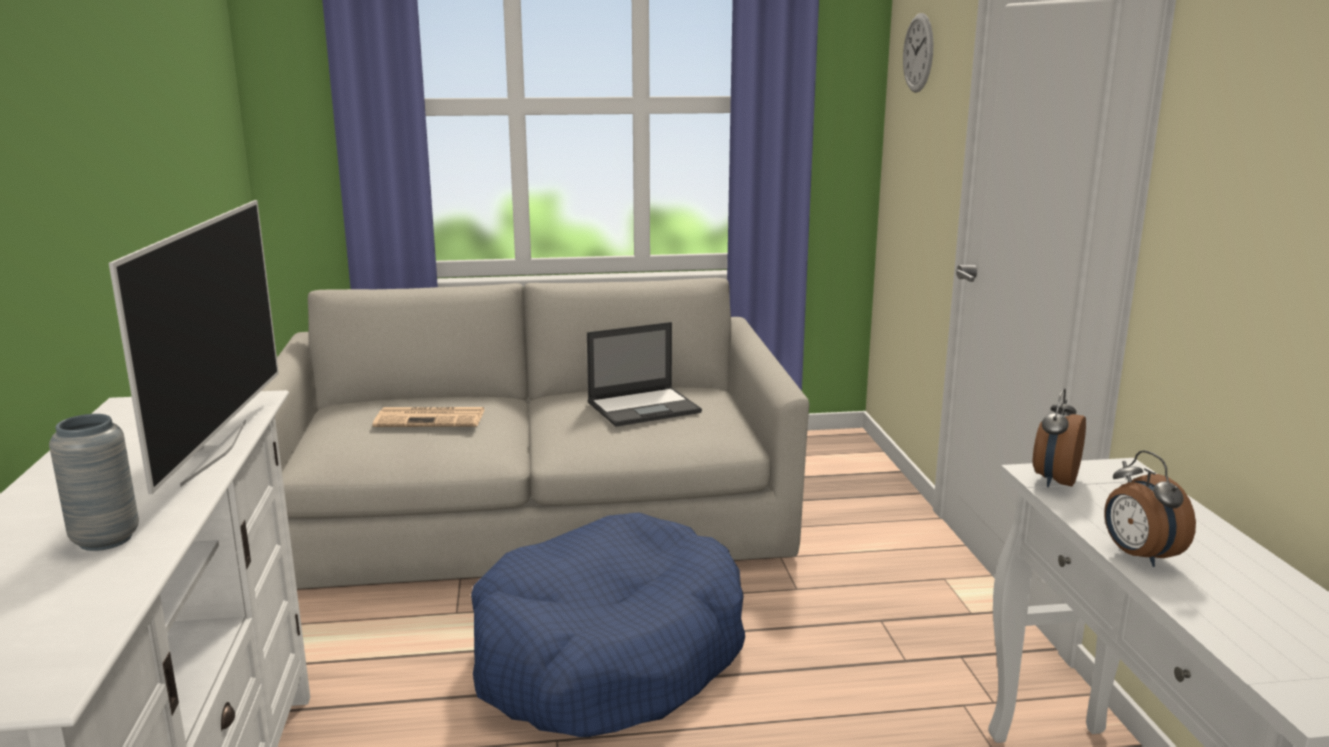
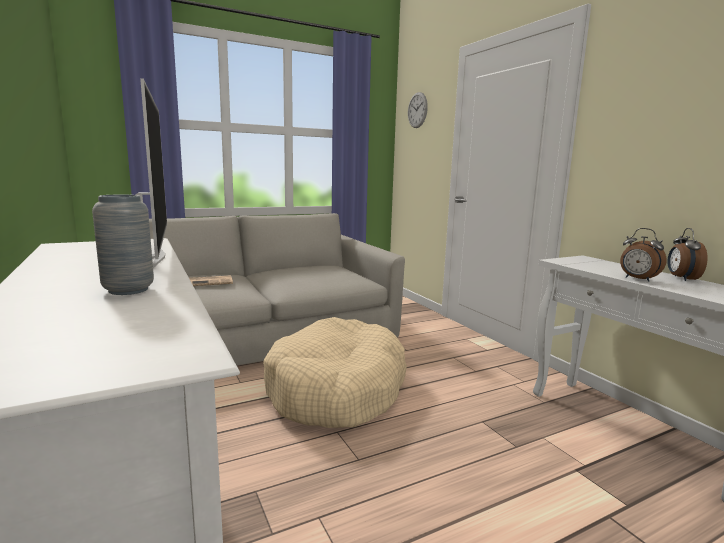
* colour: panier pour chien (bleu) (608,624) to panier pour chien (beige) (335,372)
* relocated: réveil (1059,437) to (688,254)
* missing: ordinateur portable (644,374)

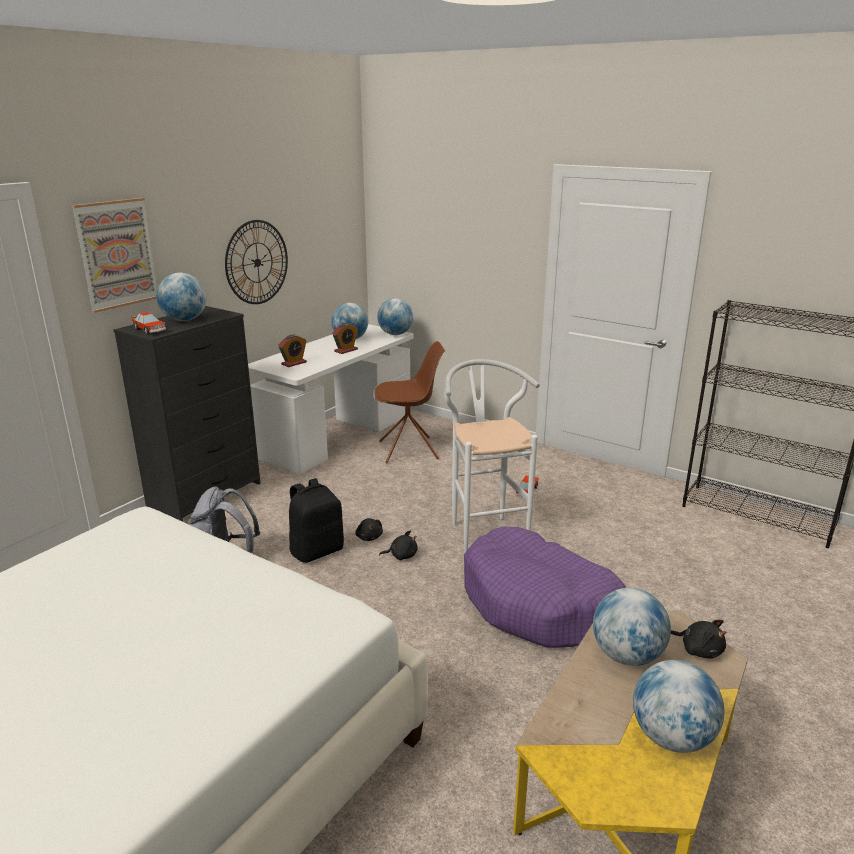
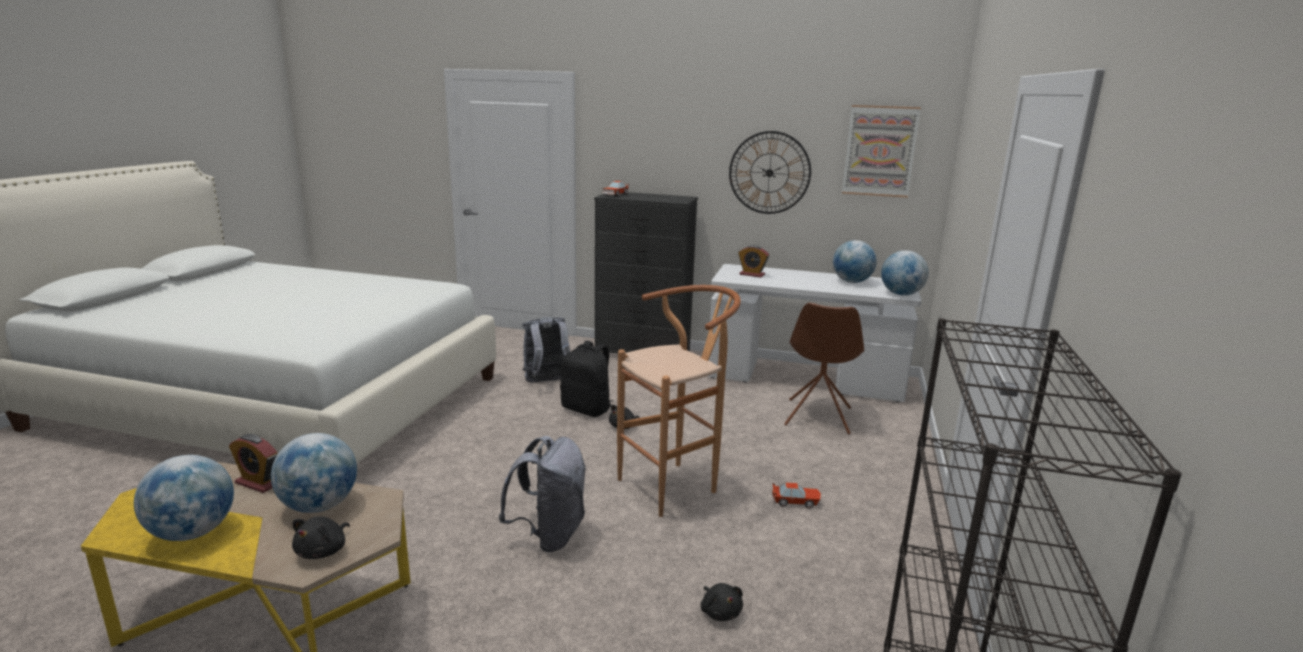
* relocated: réveil (345,338) to (253,463)
* exchanged: panier pour chien (violet) (545,587) to sac à dos (gris) (542,494)
* colour: tabouret (blanc) (492,456) to tabouret (marron) (679,401)
* relocated: peluche (noir) (398,545) to (722,602)
* spun: chaise (marron) (410,402) = (824,369) 45 degrees clockwise
* relocated: tableau (114,255) to (881,151)
* missing: globe (181,297)

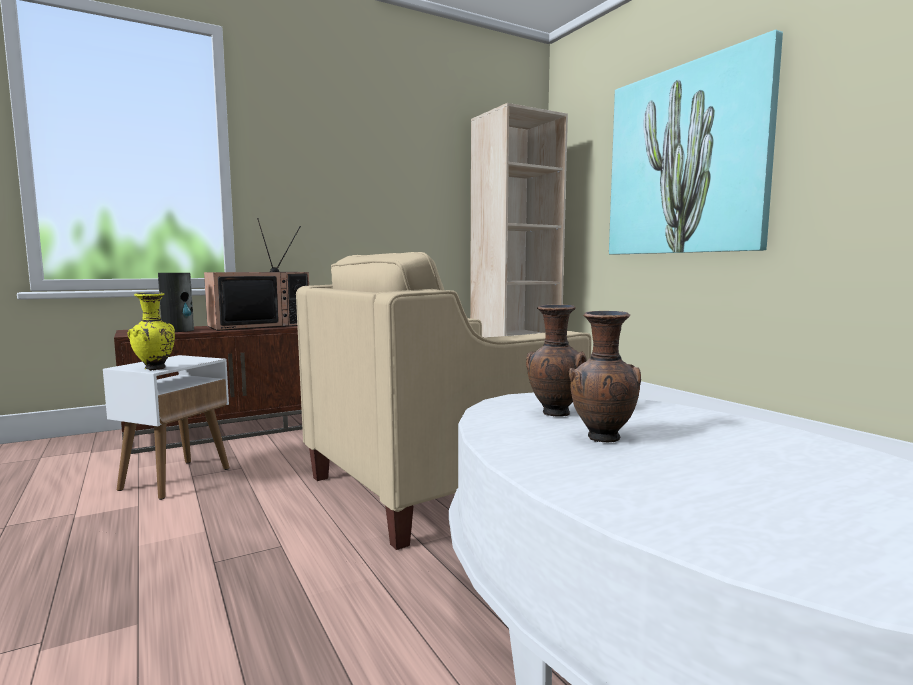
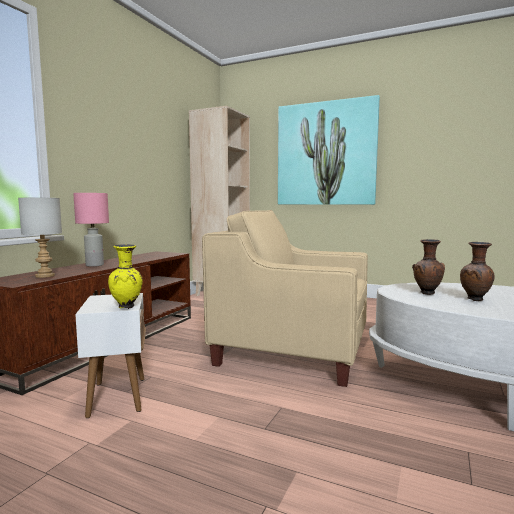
* exchanged: vase (176,302) to lampe de table (gris) (40,238)
* exchanged: téléviseur (256,274) to lampe de table (rose) (91,230)
* spun: fauteuil (beige) (443,401) = (285,298) 90 degrees clockwise

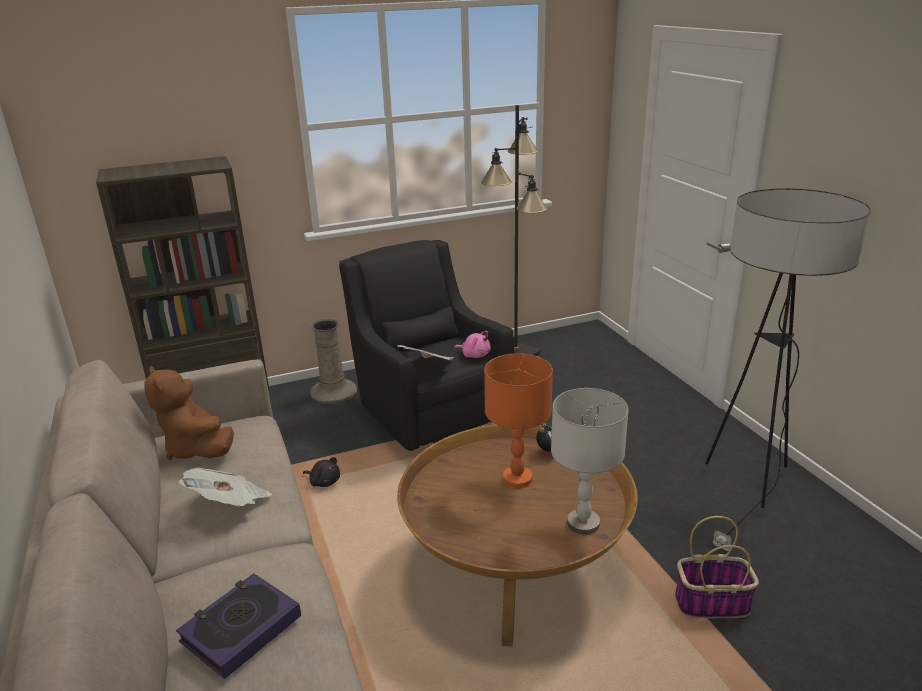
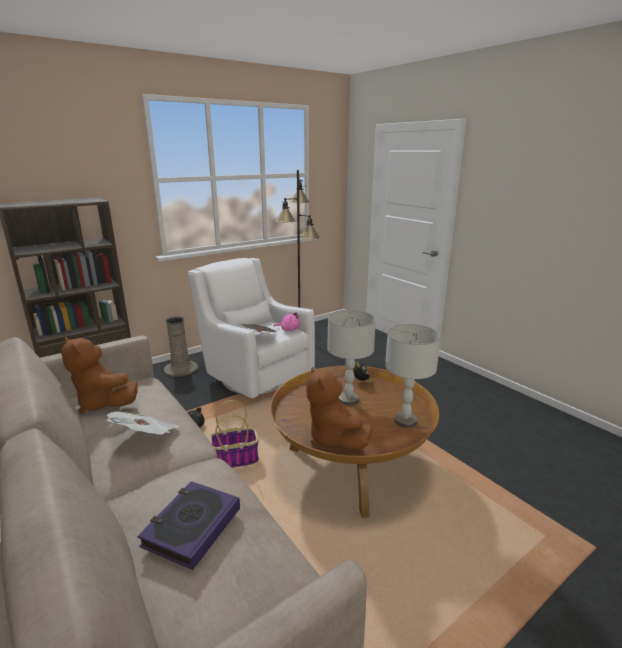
* colour: fauteuil (noir) (426,345) to fauteuil (blanc) (251,328)
* relocated: panier (717,567) to (234,434)
* appeared: peluche (marron) (339,408)
* colour: lampe de table (orange) (518,420) to lampe de table (gris) (351,357)
* missing: lampadaire (788,369)

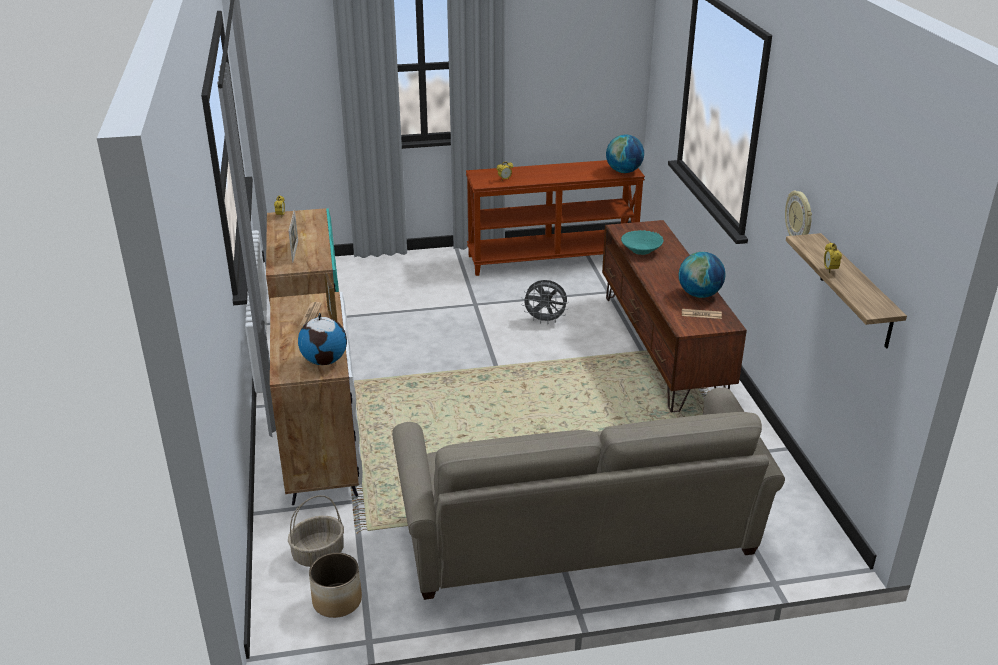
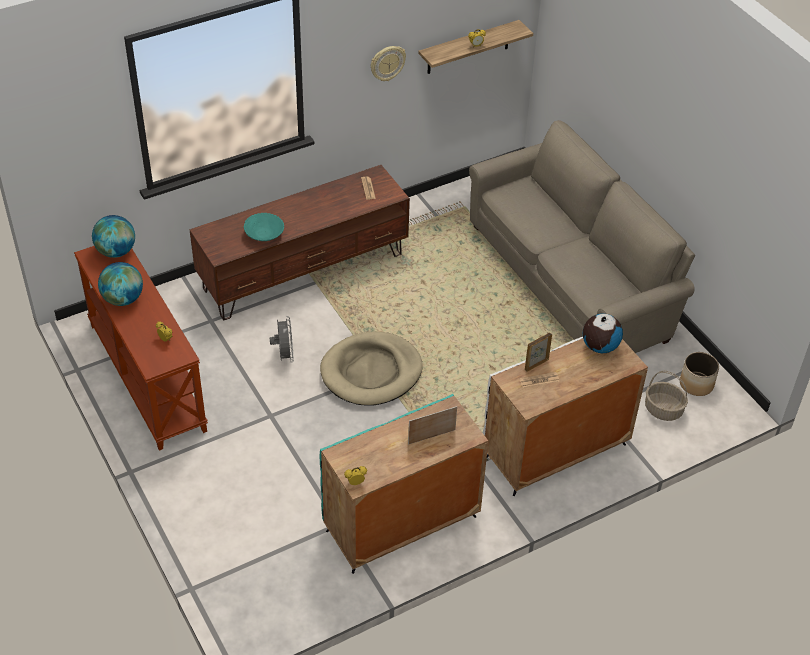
* relocated: globe (702,275) to (120,284)
* appeared: panier pour chien (beige) (371,369)

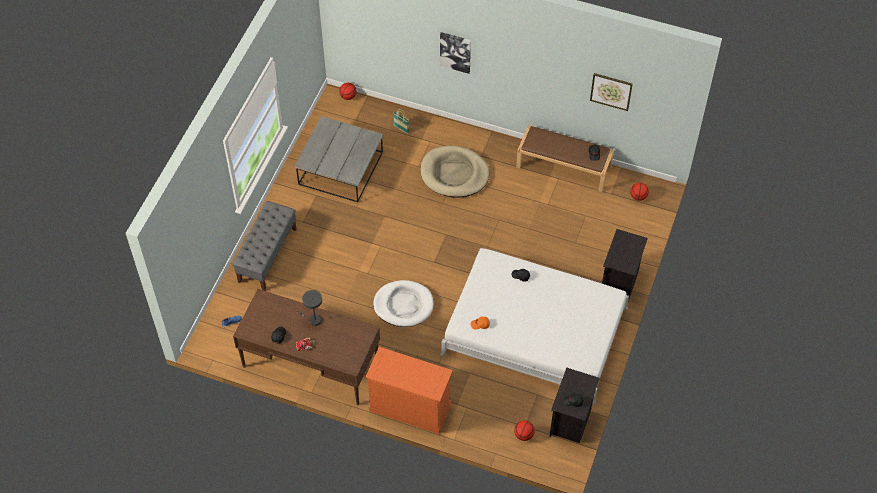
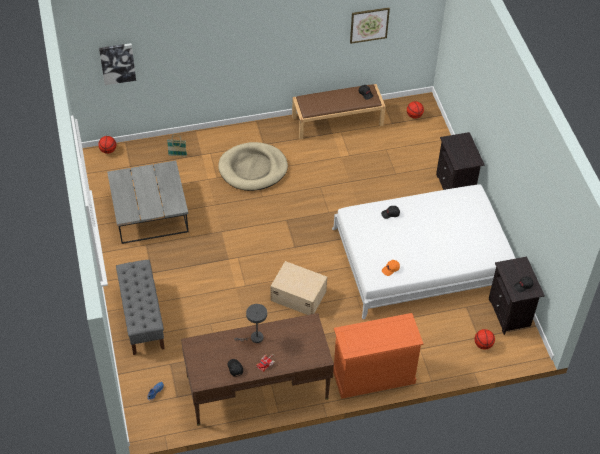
* relocated: tableau (455,53) to (117,64)
* exchanged: panier pour chien (blanc) (403,303) to boîte de rangement (beige) (298,288)

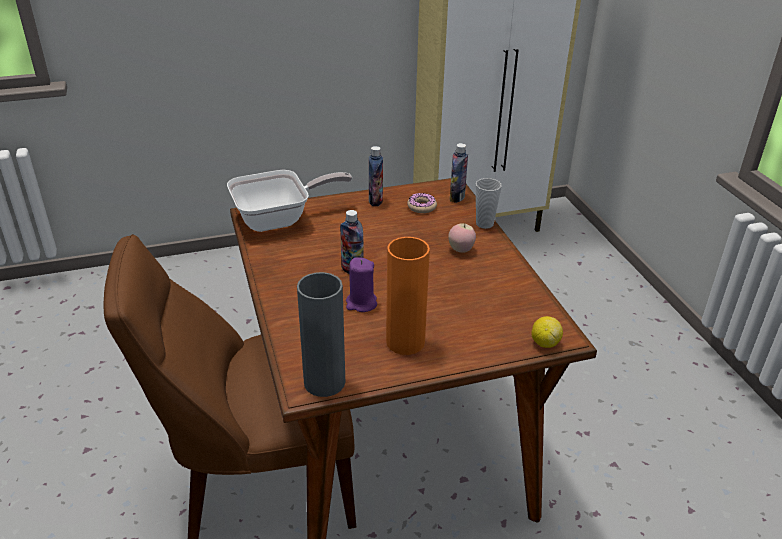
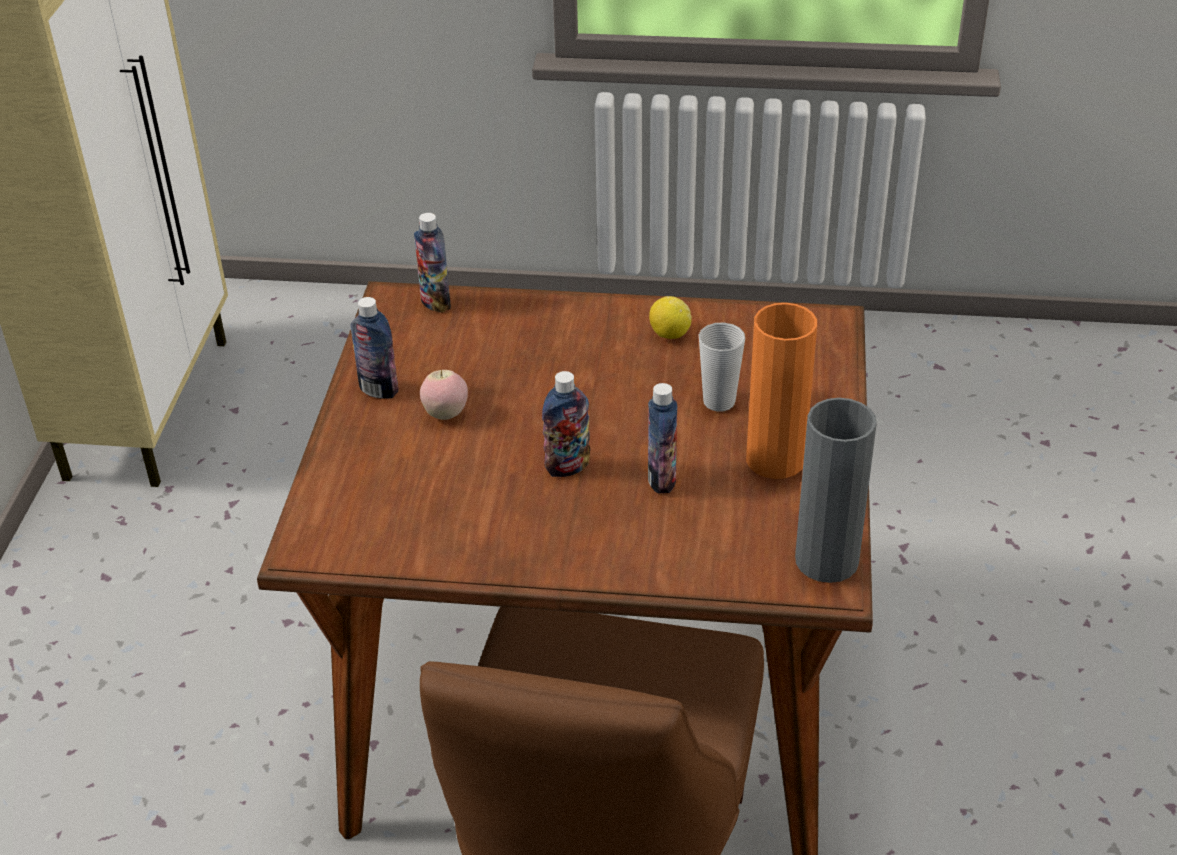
* relocated: pomme (462,238) to (444,394)
* exchanged: bougie (violet) (361,284) to bouteille (662,438)
* relocated: citron (547,332) to (670,317)
* relocated: tasse (489,203) to (722,367)
* missing: poêle (289,201)
* missing: beignet (422,203)

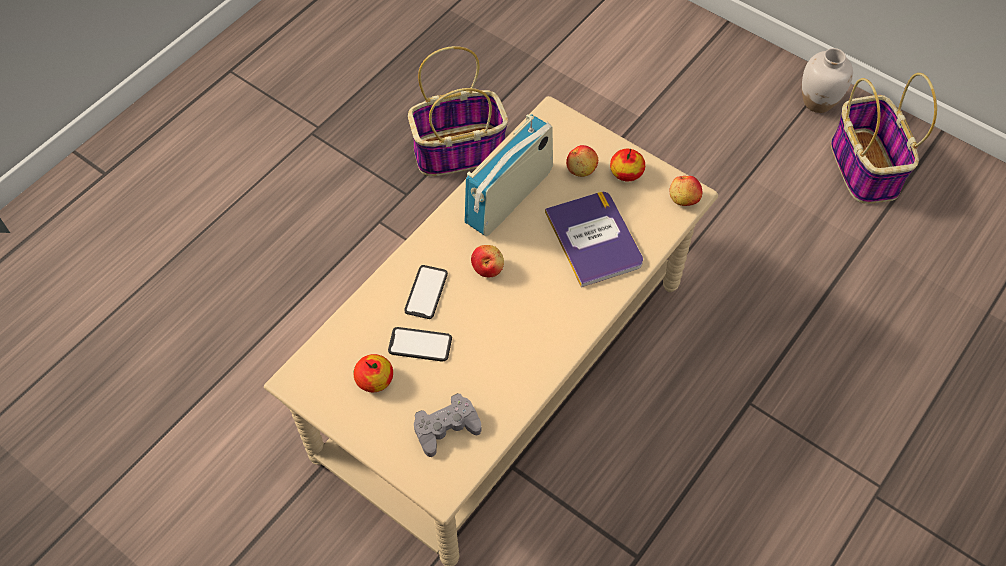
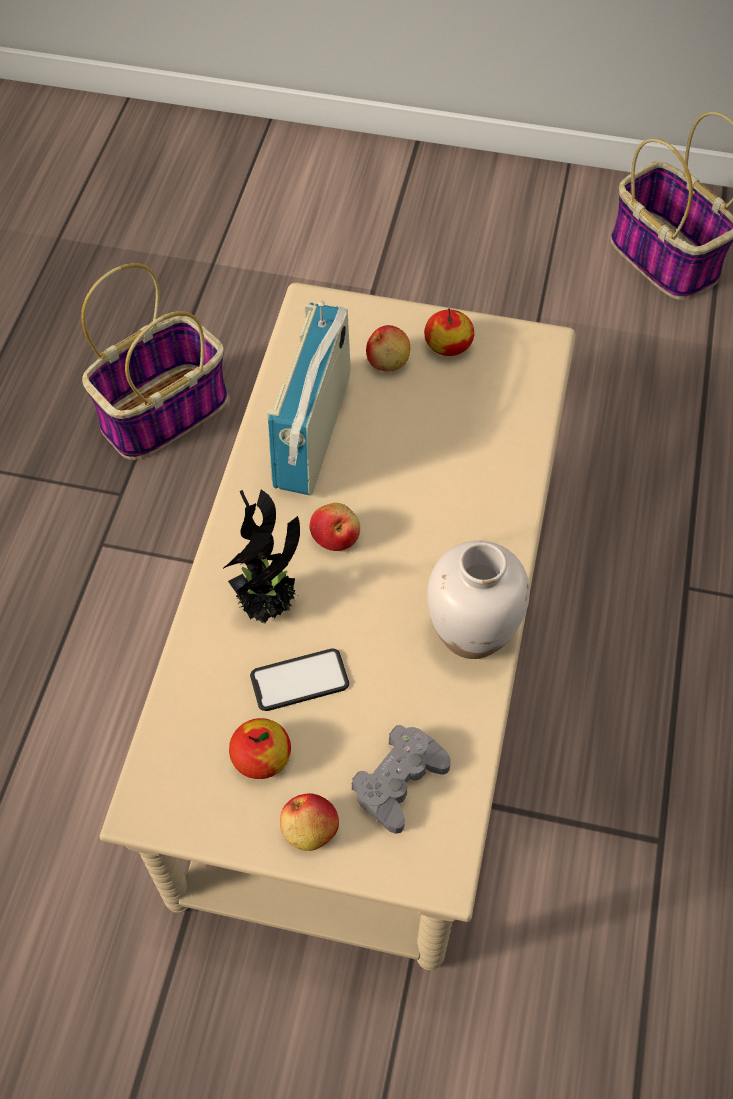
* exchanged: téléphone (426,292) to plante en pot (261,556)
* relocated: pomme (685,191) to (309,822)
* relocated: vase (blanc) (827,80) to (478,599)
* missing: livre (594,239)

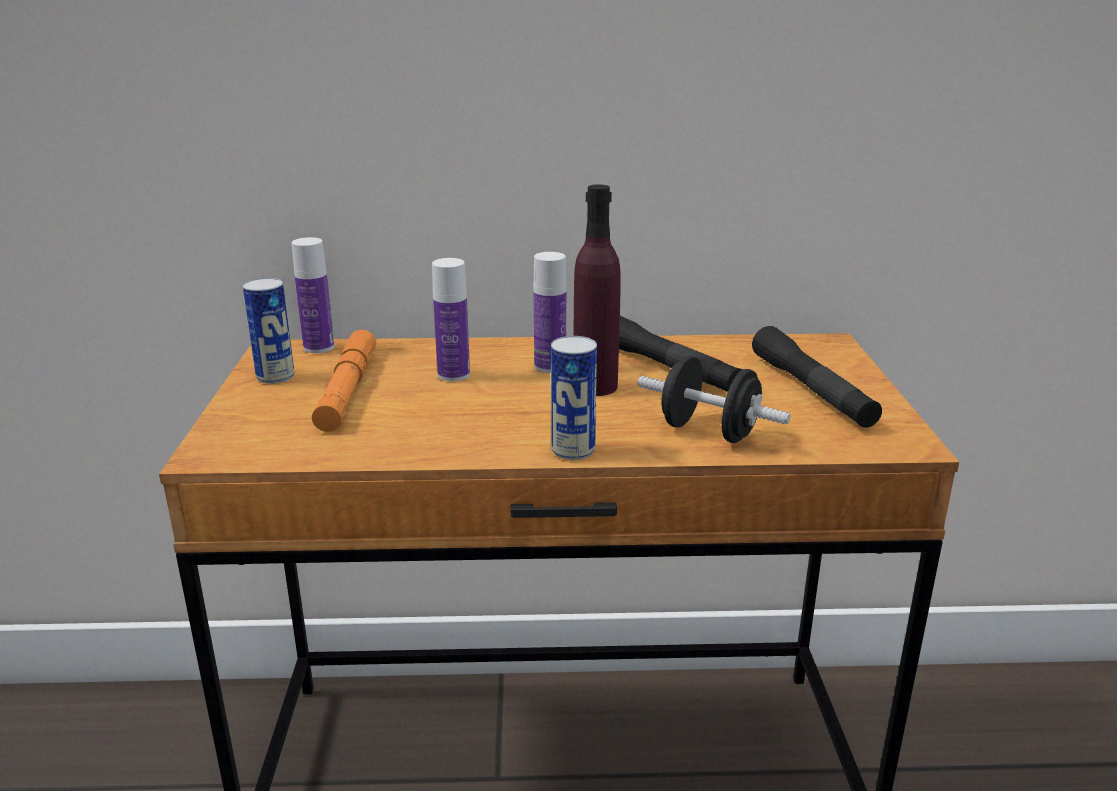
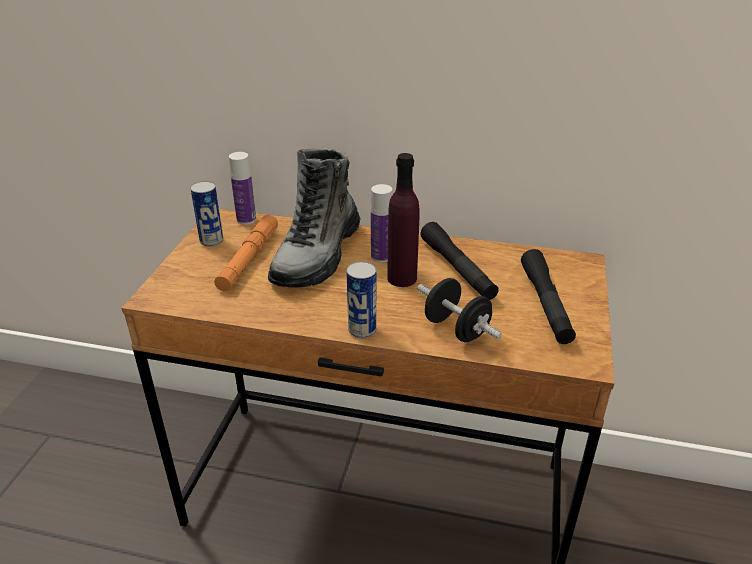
* exchanged: bouteille (451,320) to botte (314,218)

